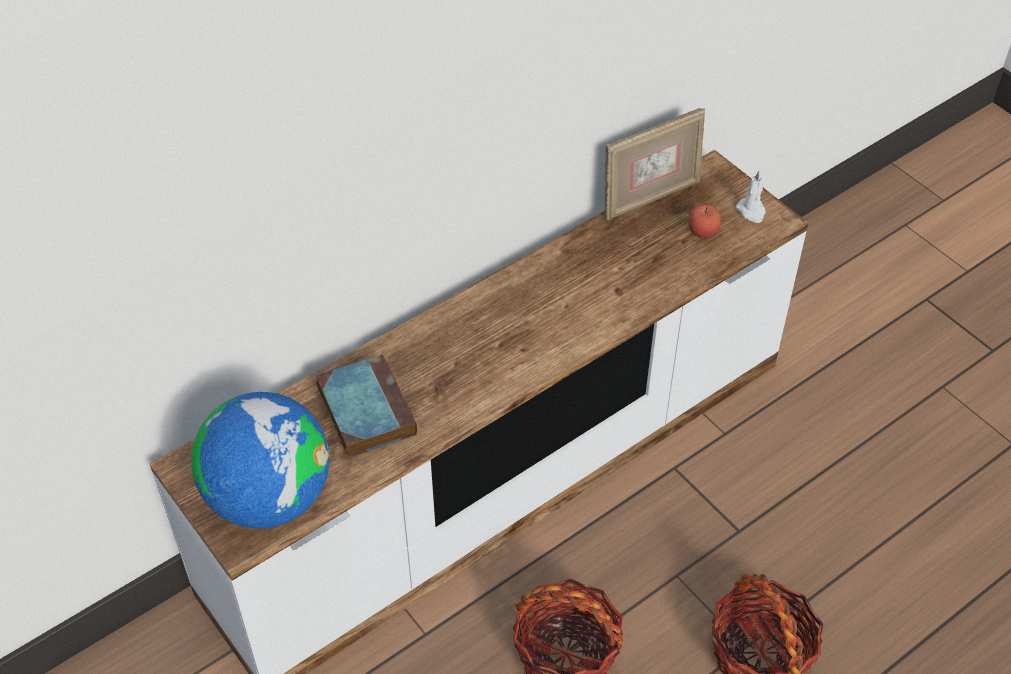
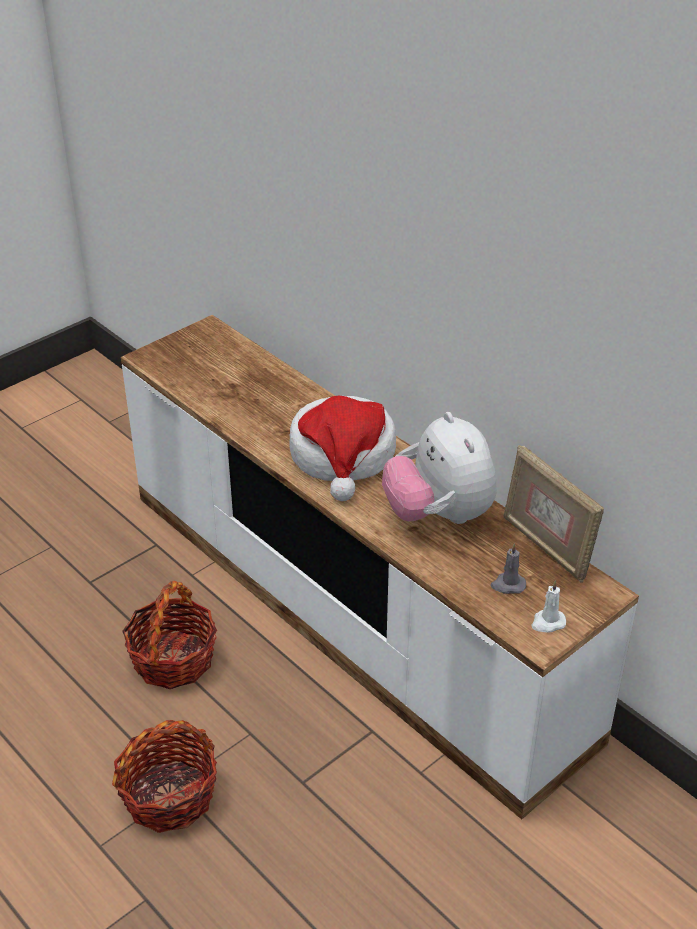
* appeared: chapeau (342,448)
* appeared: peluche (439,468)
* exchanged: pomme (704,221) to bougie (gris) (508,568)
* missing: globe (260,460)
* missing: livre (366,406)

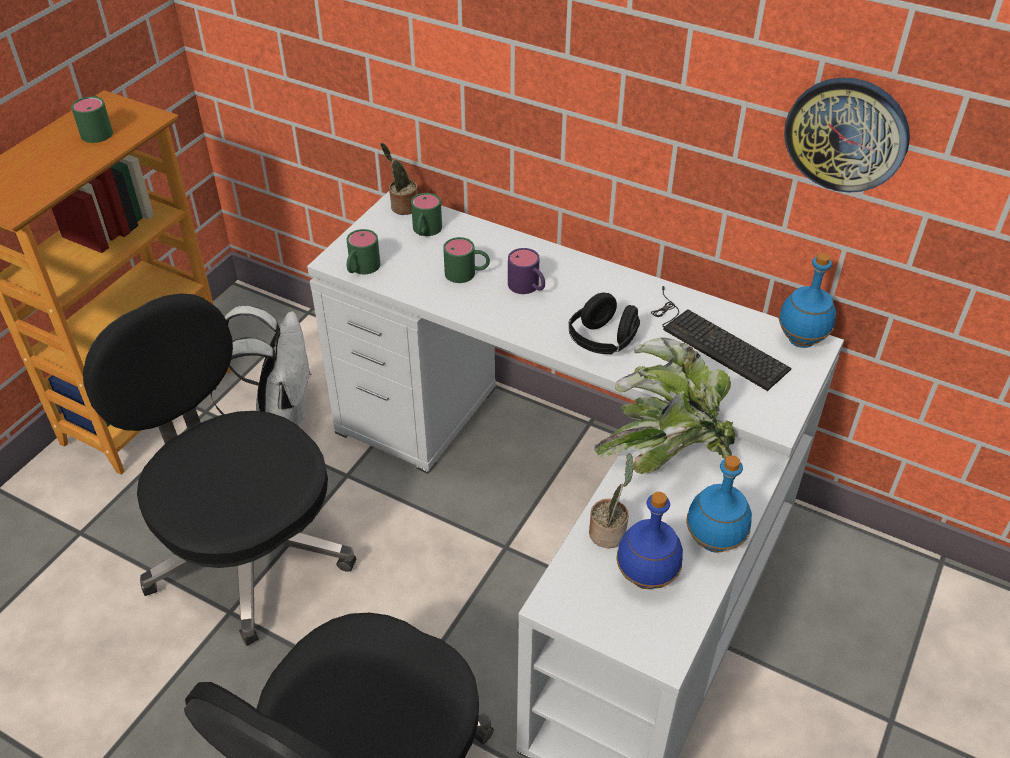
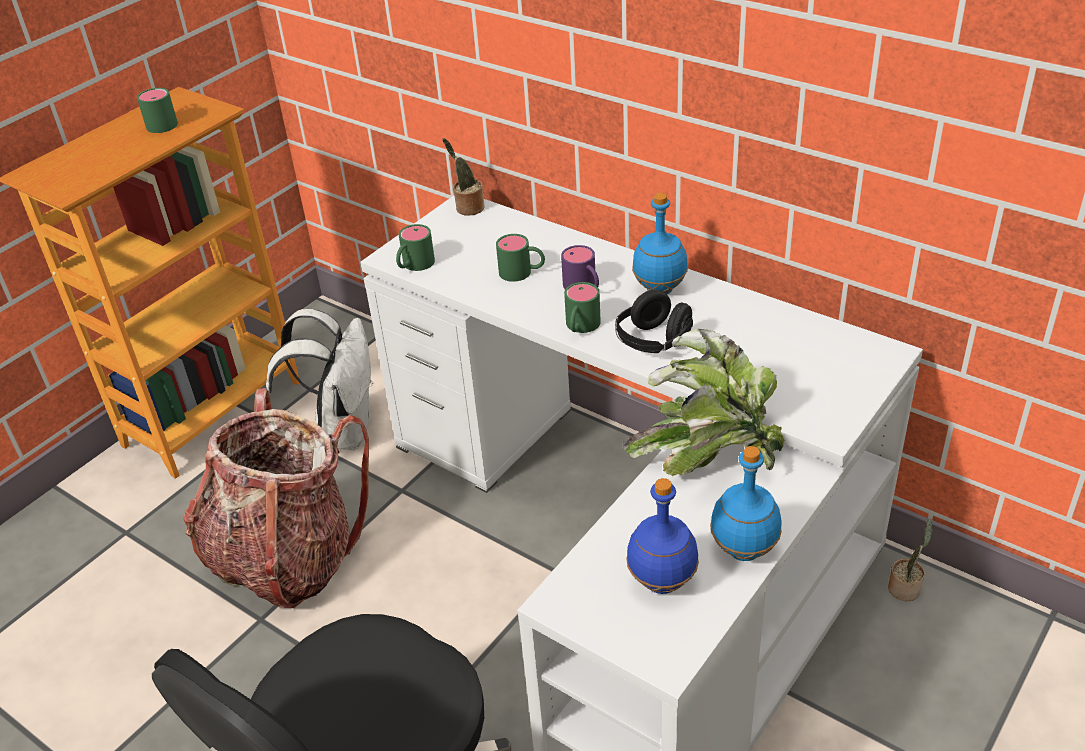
* exchanged: chaise de bureau (noir) (219,469) to sac à dos (276,498)
* relocated: mug (vert) (426,214) to (582,307)
* relocated: bouteille (bleu) (807,300) to (660,243)
* relocated: plante en pot (611,500) to (910,560)
* missing: clavier (721,338)
* missing: horloge murale (847,135)

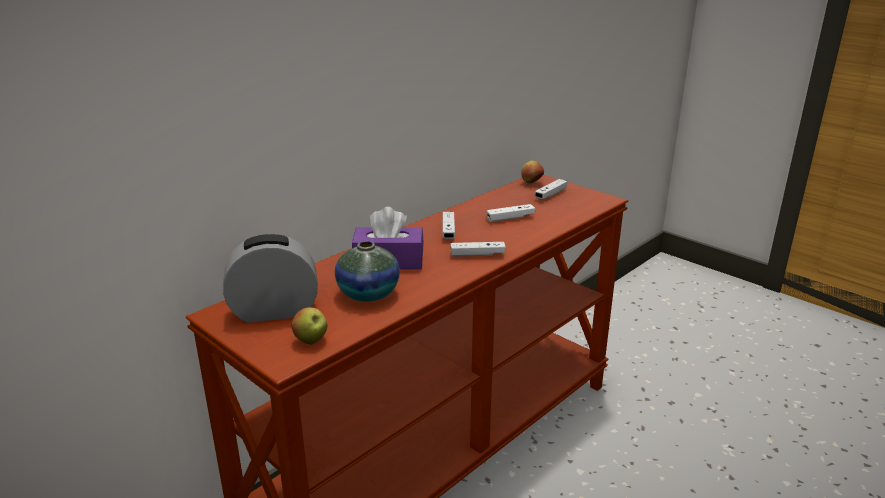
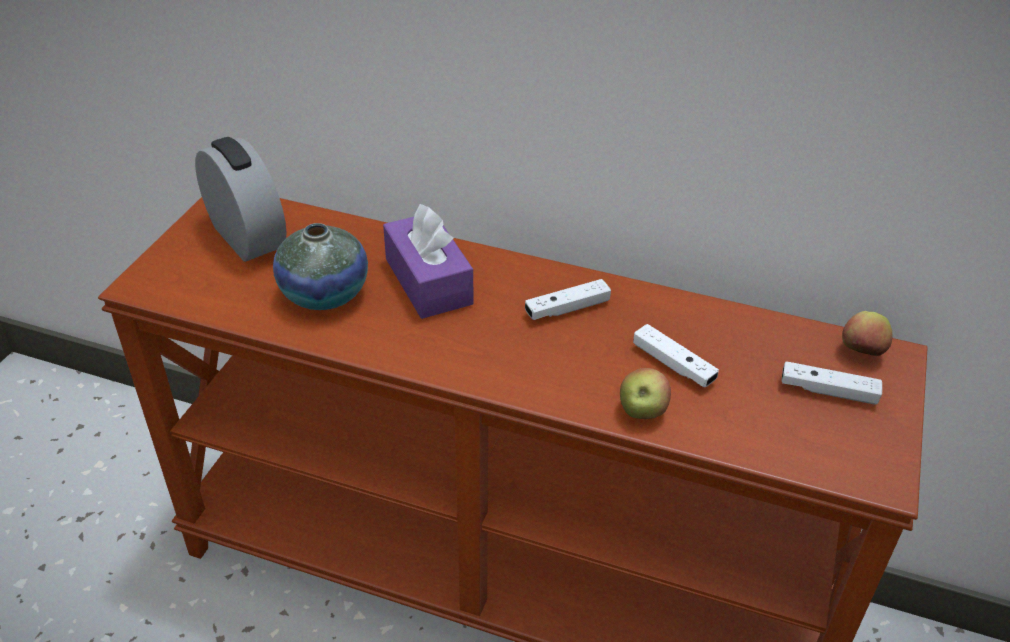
* relocated: pomme (309,325) to (645,393)
* missing: manette (blanc) (478,249)

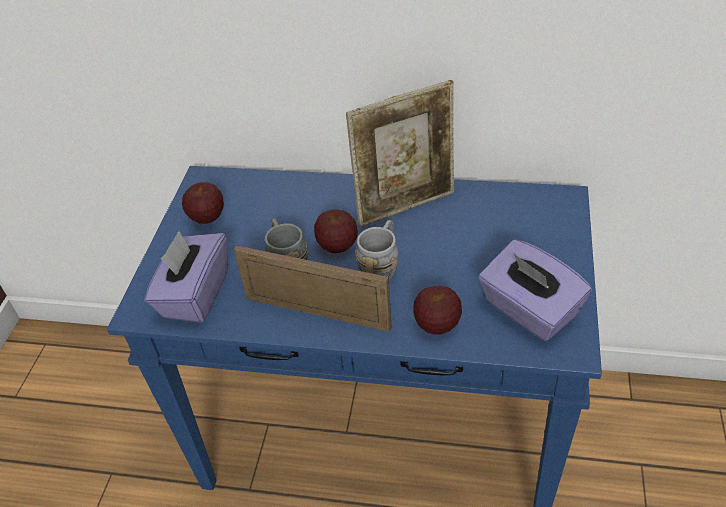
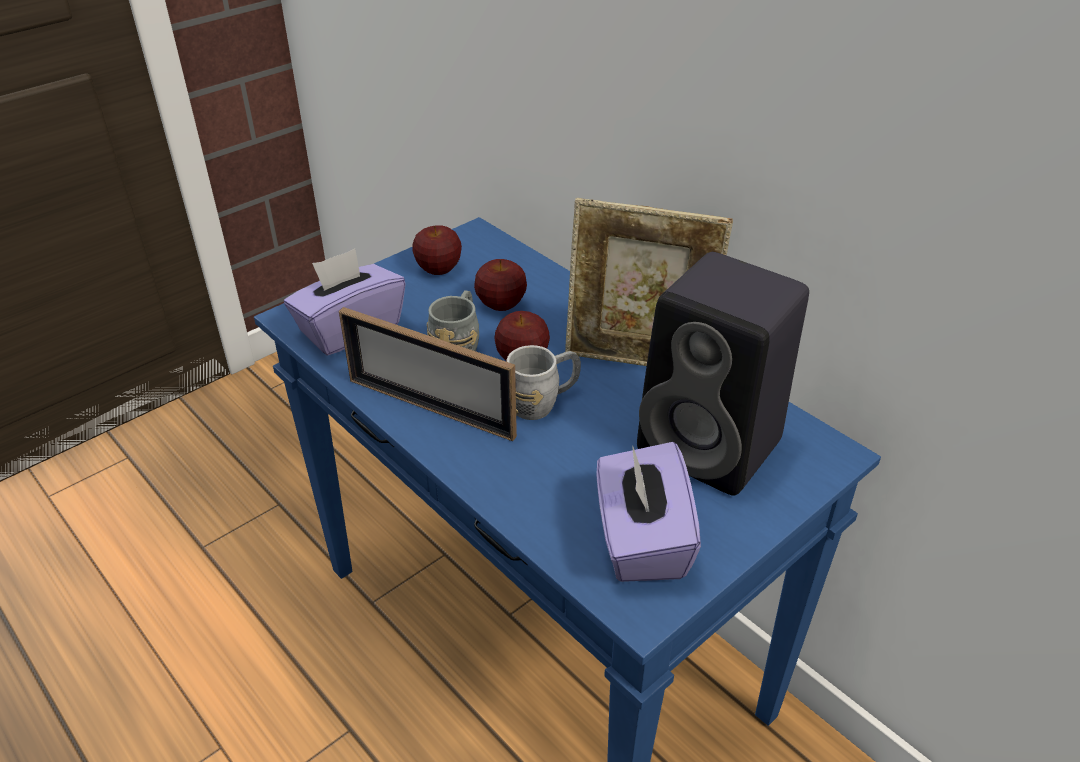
* spun: cadre photo (313,288) = (428,374) 150 degrees clockwise
* relocated: pomme (438,310) to (500,285)
* appeared: enceinte (noir) (723,374)

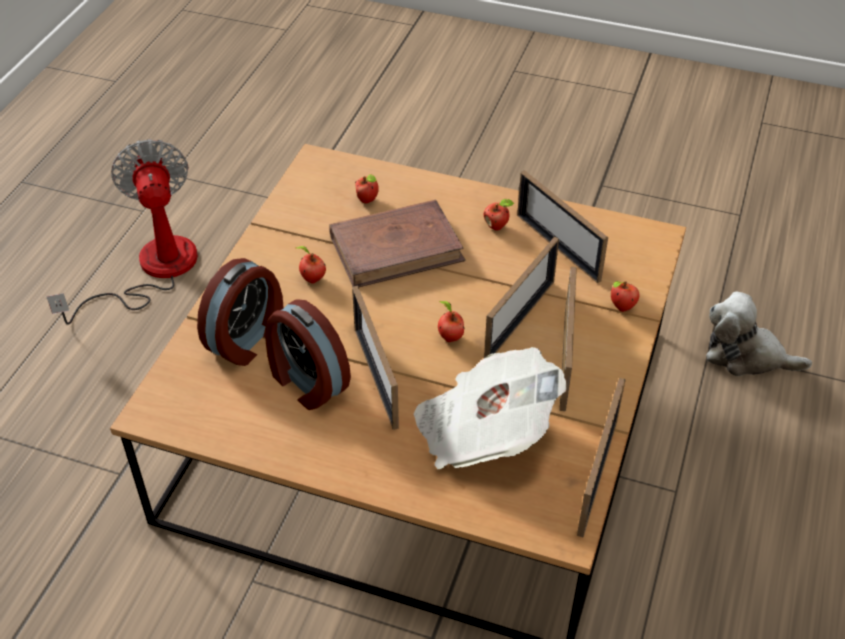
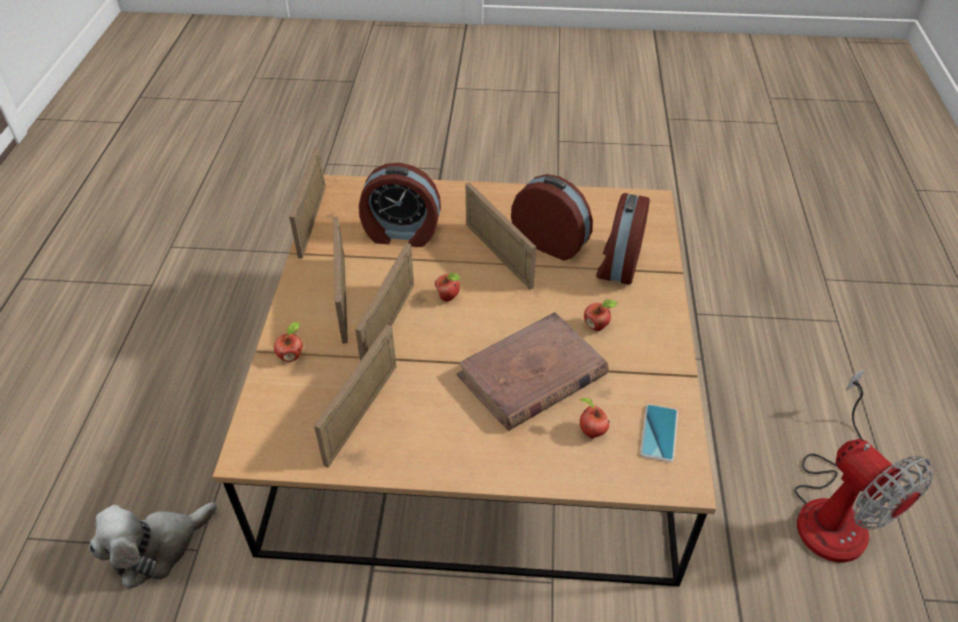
* spun: peluche (759,333) = (153,545) 135 degrees clockwise
* spun: cadre photo (562,226) = (355,396) 105 degrees counterclockwise
* exchanged: journal (489,408) to réveil (400,205)
* appeared: téléphone (659,433)
* missing: pomme (499,215)

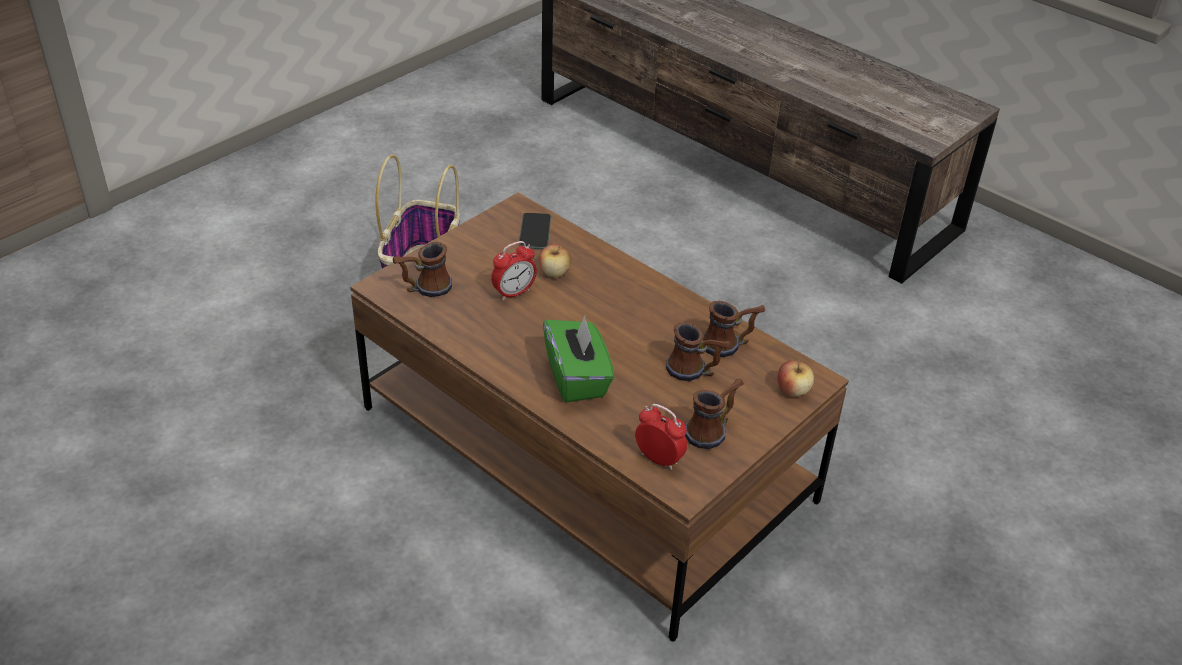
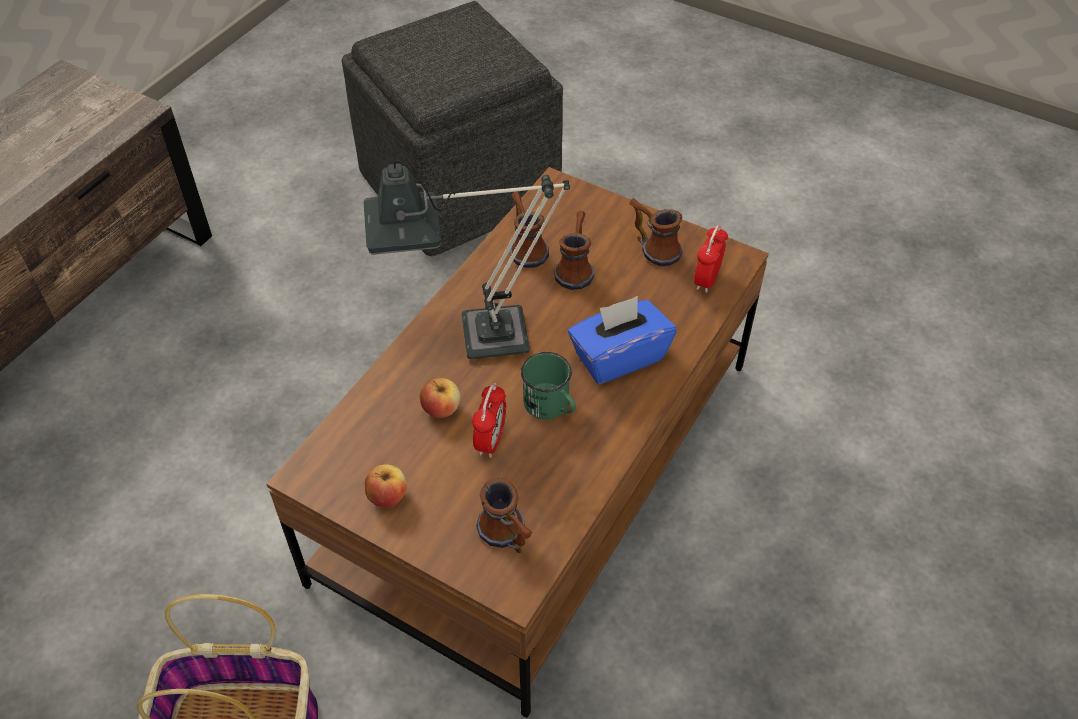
* appeared: pouf (gris) (452,128)
* appeared: lampe de table (466,259)
* relocated: pomme (796,378) to (386,485)
* spun: réveil (514,271) = (489,420) 60 degrees clockwise
* appeared: mug (vert) (548,385)
* colour: boîte à mouchoirs (vert) (578,359) to boîte à mouchoirs (bleu) (622,340)
* missing: téléphone (535,231)

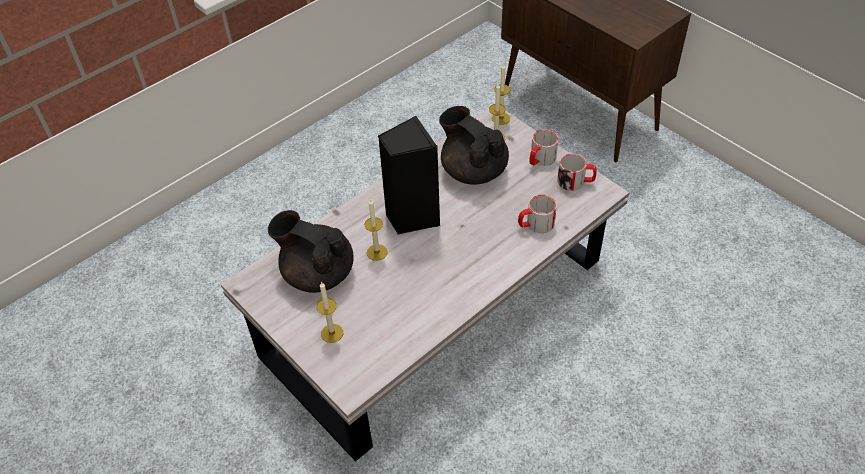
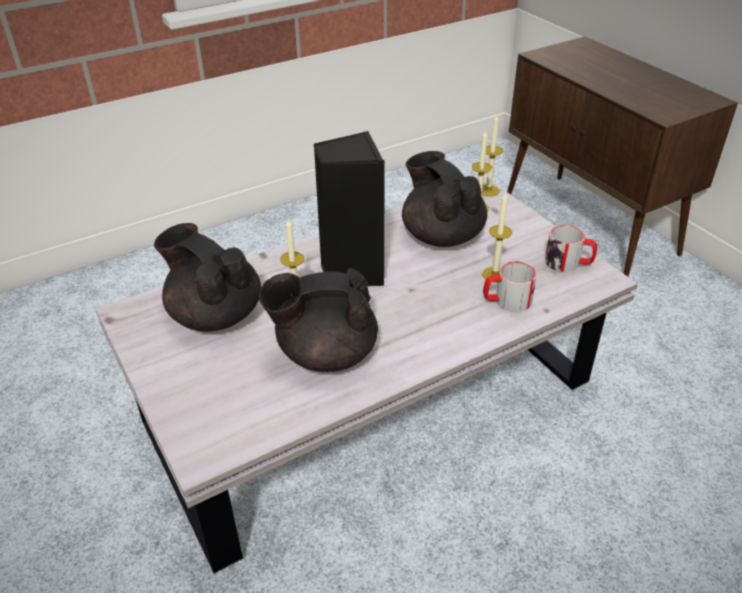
* appeared: théière (noir) (318,320)
* relocated: bougie (330,312) to (497,237)
* missing: mug (544,147)

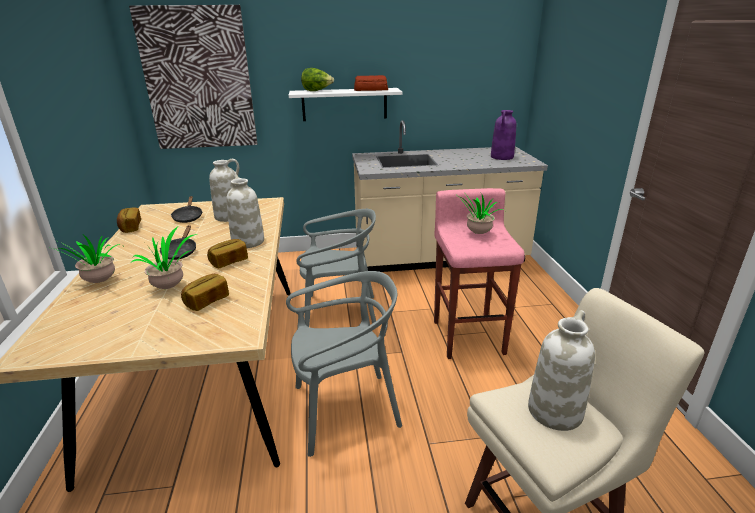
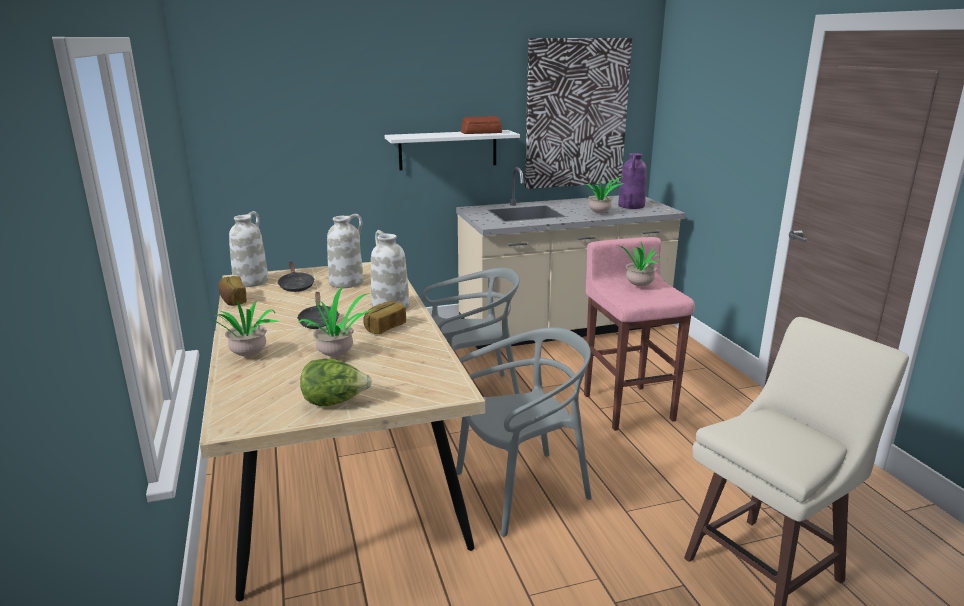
* relocated: vase (blanc) (561,370) to (249,249)
* relocated: laitue (317,79) to (336,382)
* relocated: tableau (193,77) to (578,113)
* appeared: plante en pot (603,195)
* missing: pain (205,292)

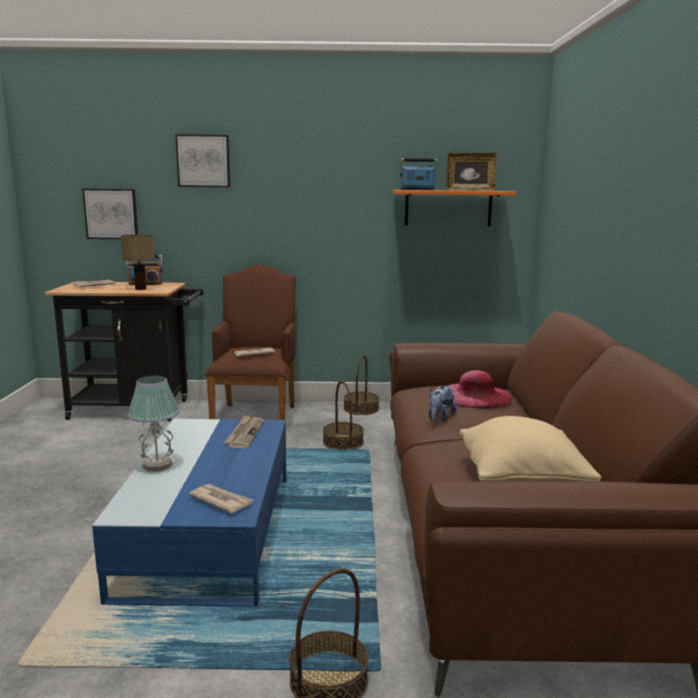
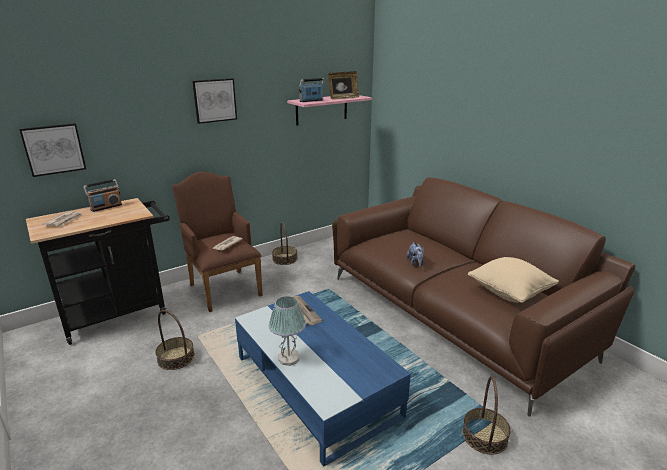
* relocated: panier (343,415) to (175,340)
* relocated: tableau (202,160) to (214,101)
* colour: étagère (orange) (454,208) to étagère (rose) (329,110)
* missing: lampe de table (138,262)
* missing: journal (221,498)
* missing: chapeau (rose) (481,389)

